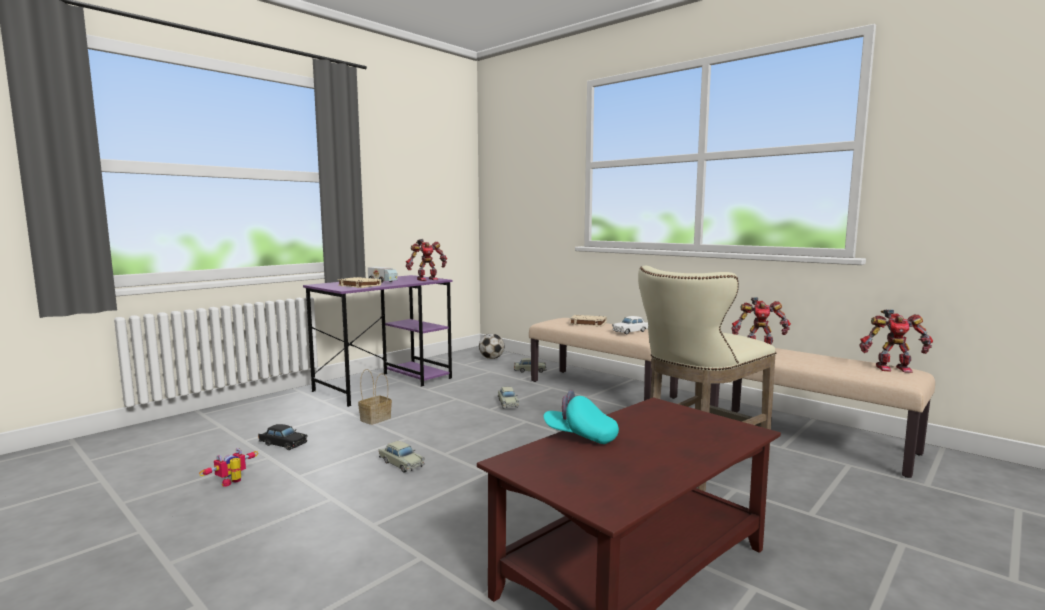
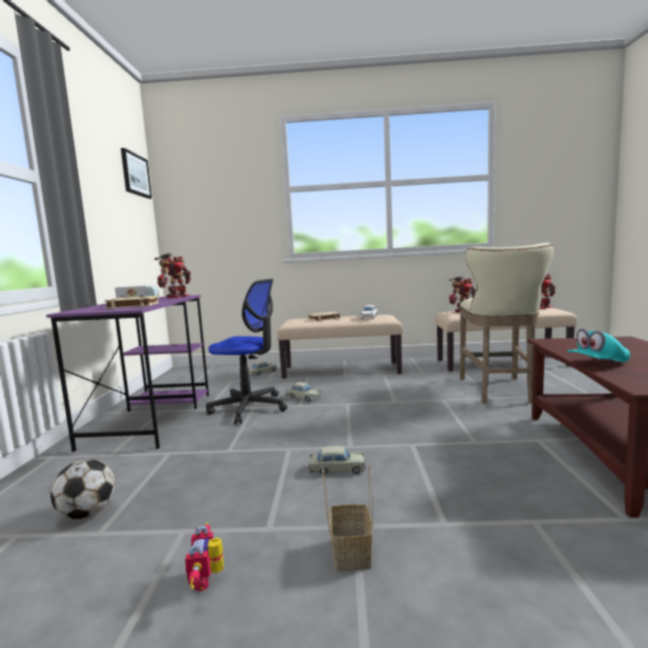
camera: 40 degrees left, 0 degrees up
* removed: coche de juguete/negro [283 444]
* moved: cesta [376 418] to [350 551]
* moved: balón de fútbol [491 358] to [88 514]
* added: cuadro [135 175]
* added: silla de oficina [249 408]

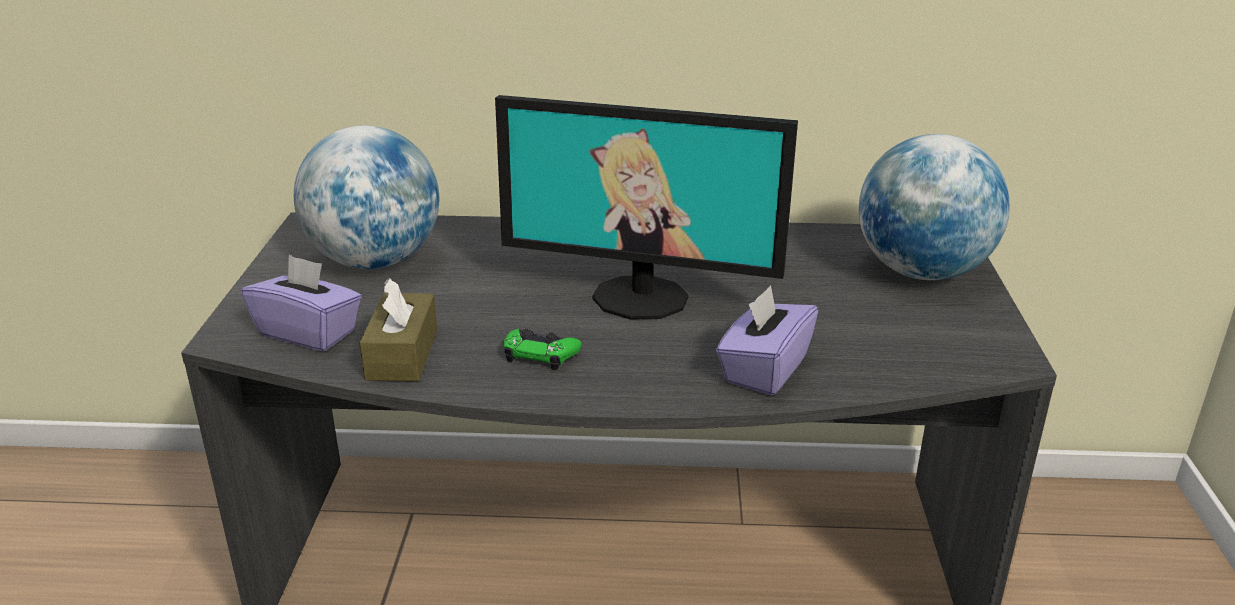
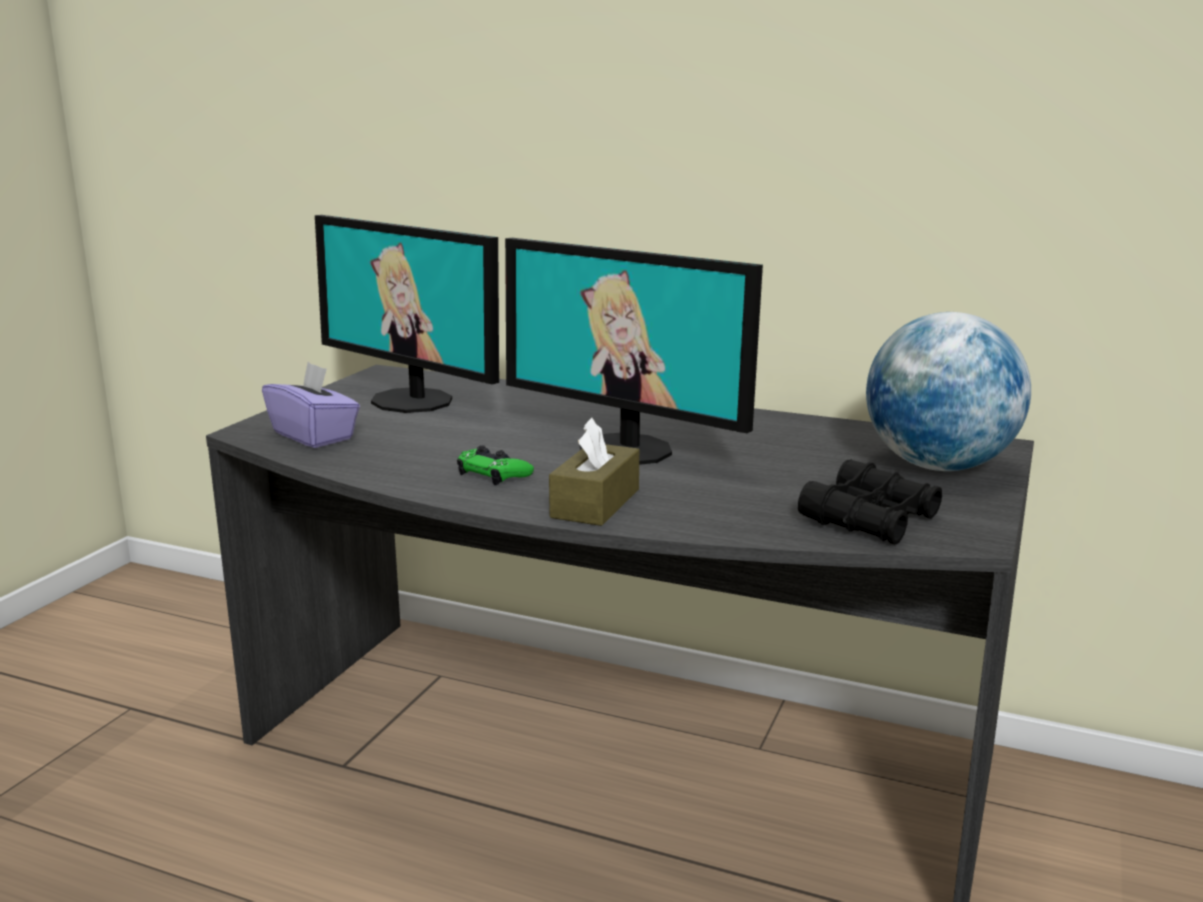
camera: 20 degrees right, 10 degrees down
* replaced: globo terráqueo [375 261] to monitor [413 400]
* moved: caja de pañuelos/marrón [402 354] to [595 503]
* removed: caja de pañuelos/morado [764 370]
* added: prismáticos/negro [870 519]

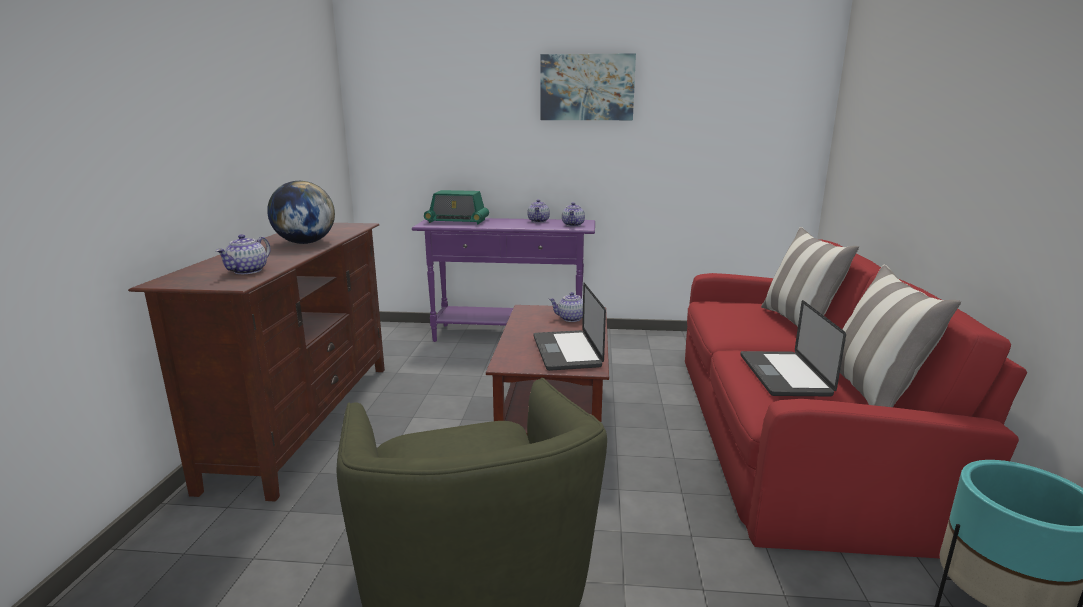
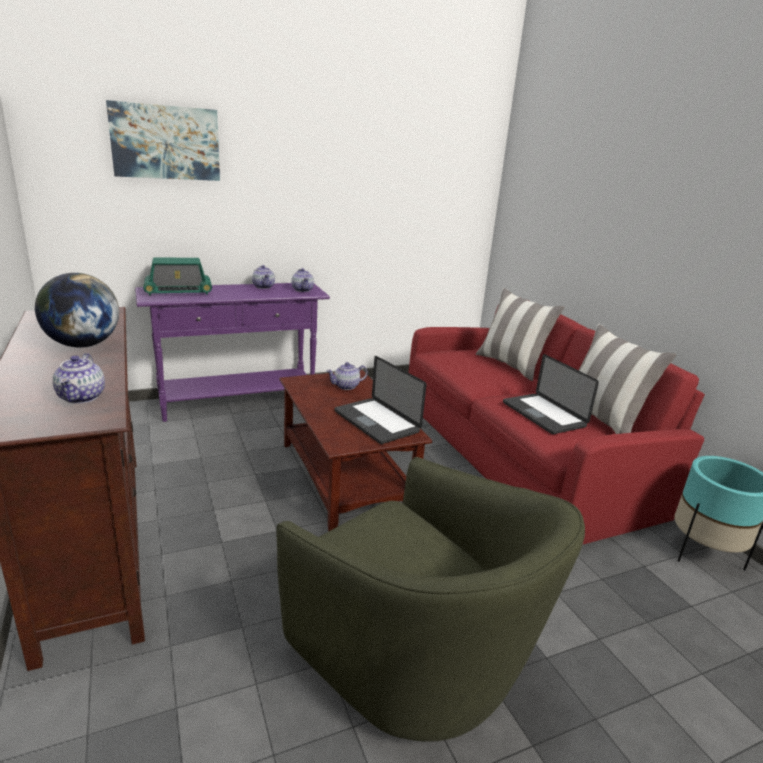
camera: 30 degrees left, 5 degrees up
* moved: cuadro [587 87] to [165 142]

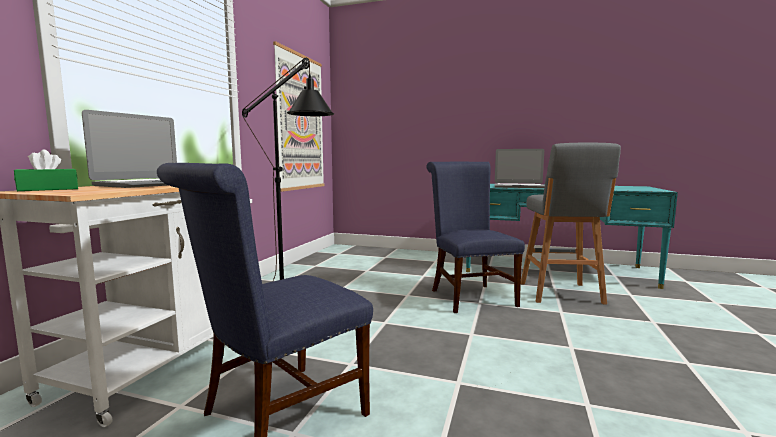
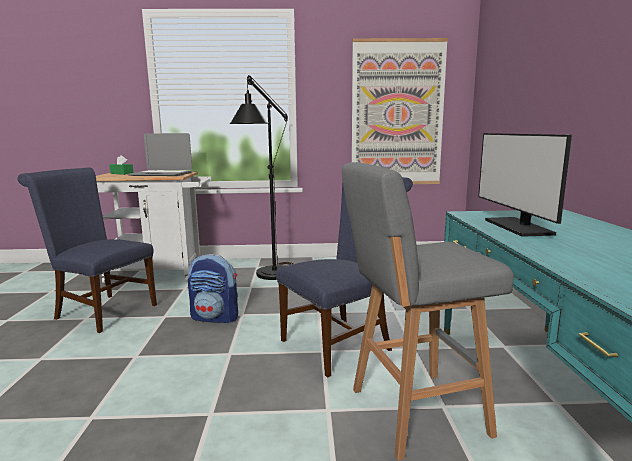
camera: 70 degrees right, 5 degrees up
* replaced: portátil [518 187] to monitor [517 227]
* added: mochila [215 317]

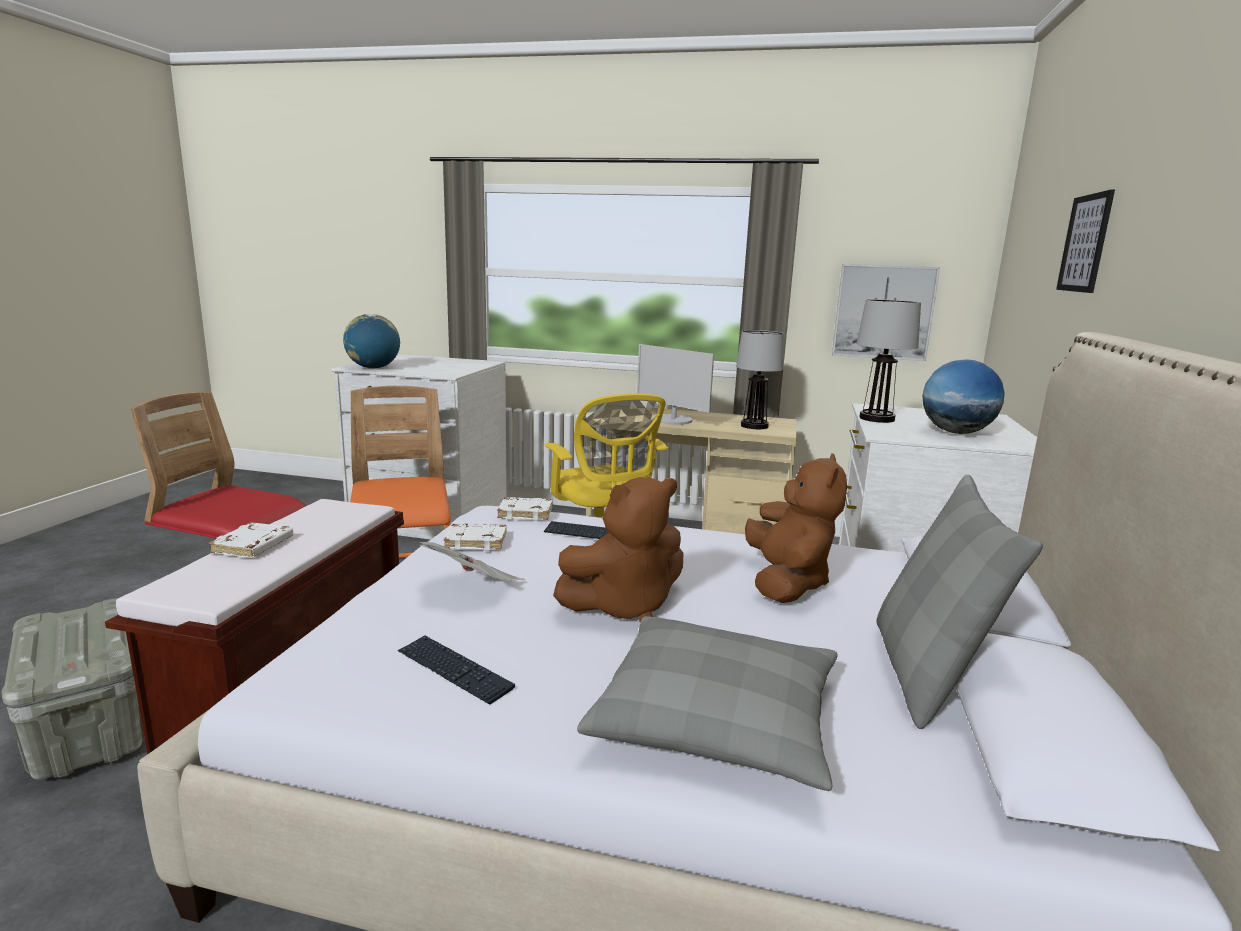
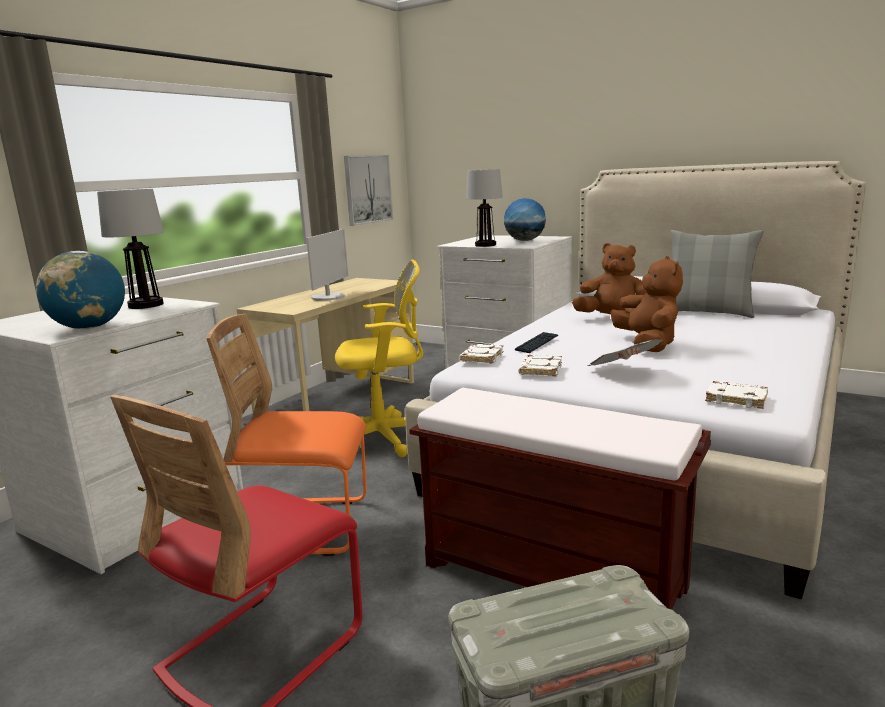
camera: 70 degrees left, 0 degrees up
* moved: libro/blanco [253 546] to [737 399]
* removed: teclado [454 670]
* removed: cojín/gris [717 718]
* turned: monitor [673 420] = [328 297] 45 degrees counterclockwise
* moved: lámpara de mesa [754 426] to [145 305]
* removed: cuadro [1085 243]

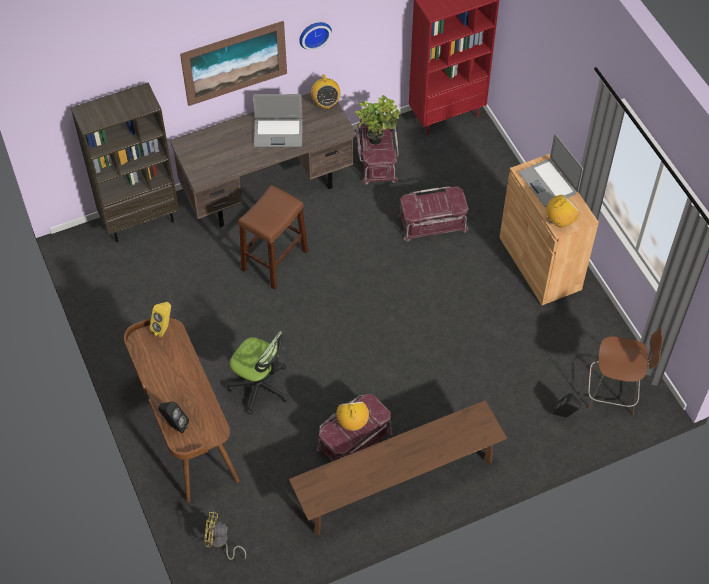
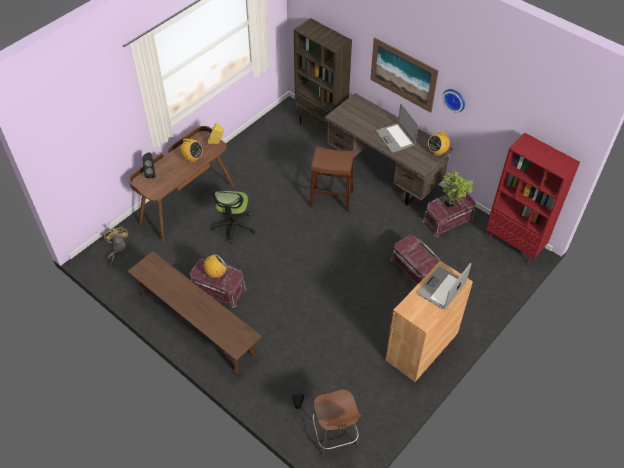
camera: 65 degrees right, 5 degrees down
* moved: radio [560 221] to [192 158]

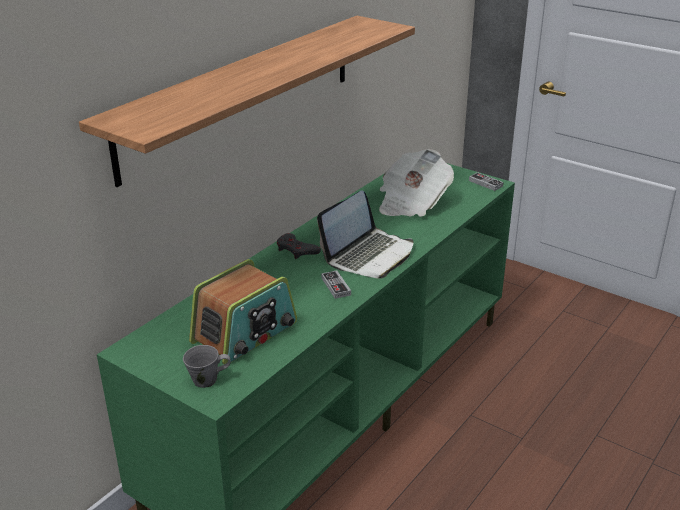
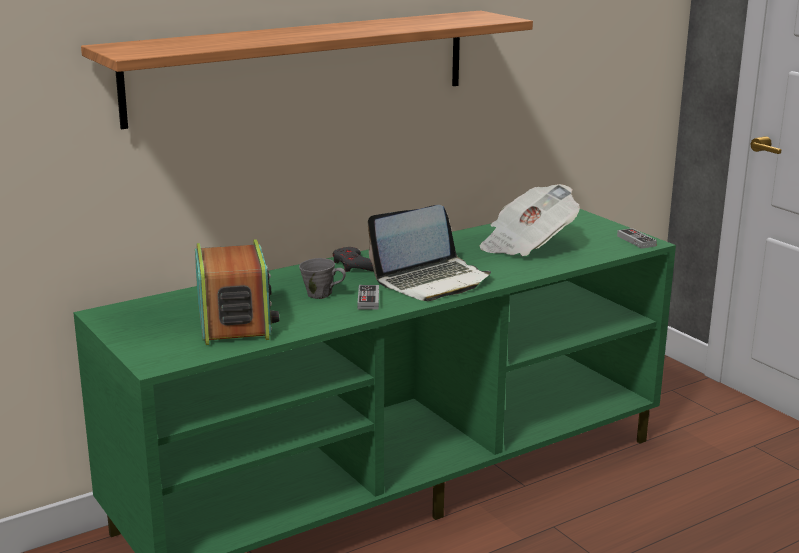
camera: 20 degrees right, 10 degrees down
* moved: taza grande/gris [207 380] to [321 294]
* turned: radio [245 333] = [234 320] 75 degrees counterclockwise

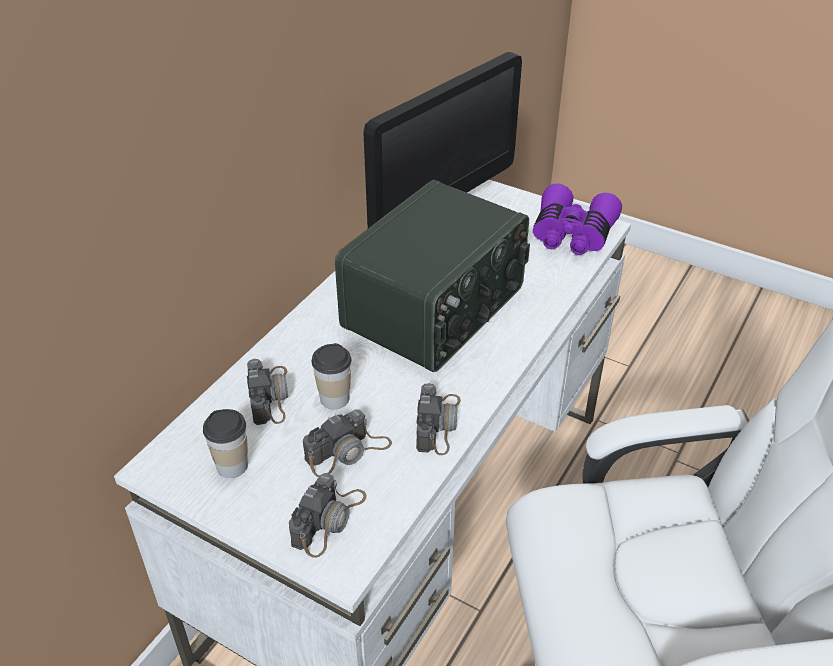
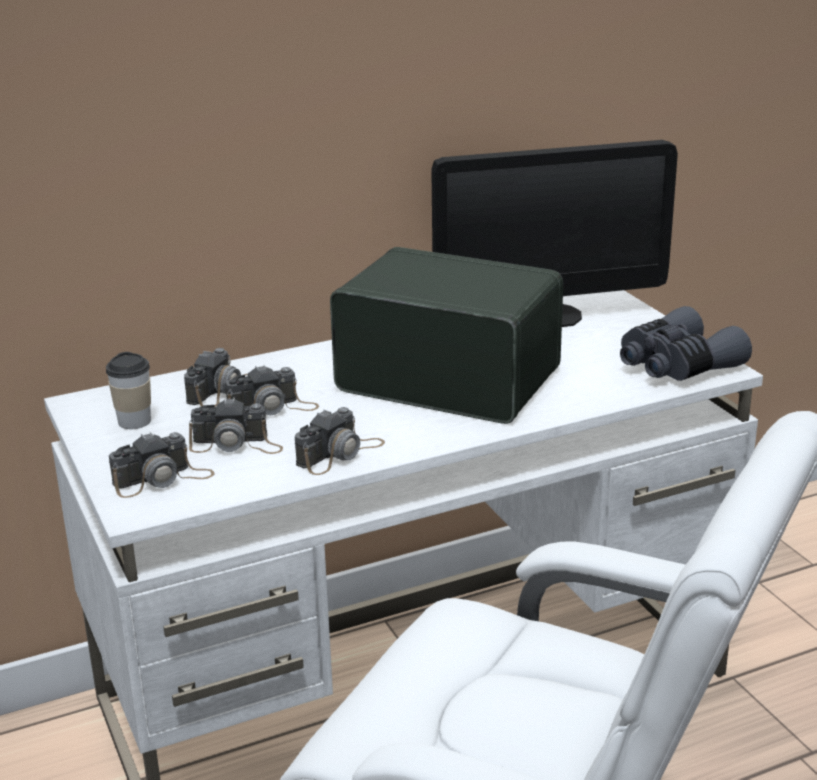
camera: 35 degrees right, 15 degrees down
* replaced: taza [334 398] to cámara [272 408]
* turned: radio [436 309] = [450 378] 135 degrees counterclockwise
* recoloured: prismáticos/morado [572 235] to prismáticos/gris [676 365]

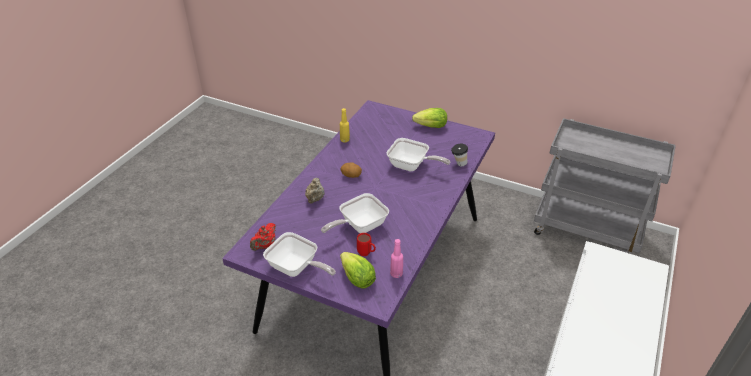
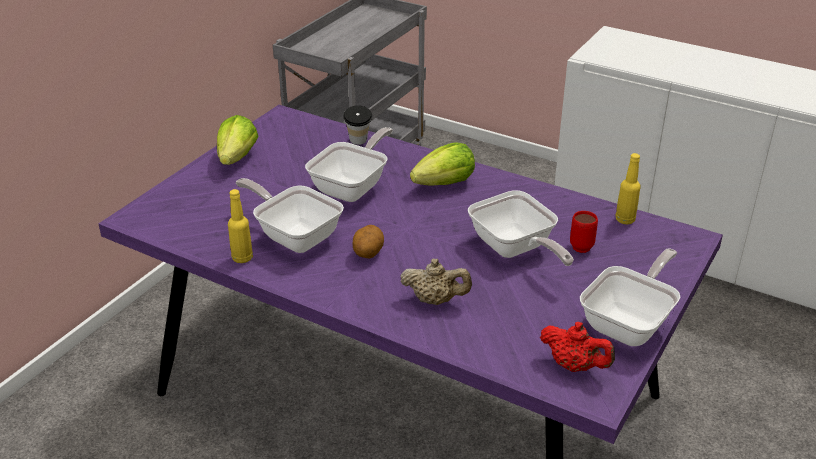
camera: 85 degrees left, 5 degrees down
* moved: lechuga [357 279] to [445 184]
* recoloured: botella/rosa [396 274] to botella/amarillo [625 220]
* added: sartén [294 235]

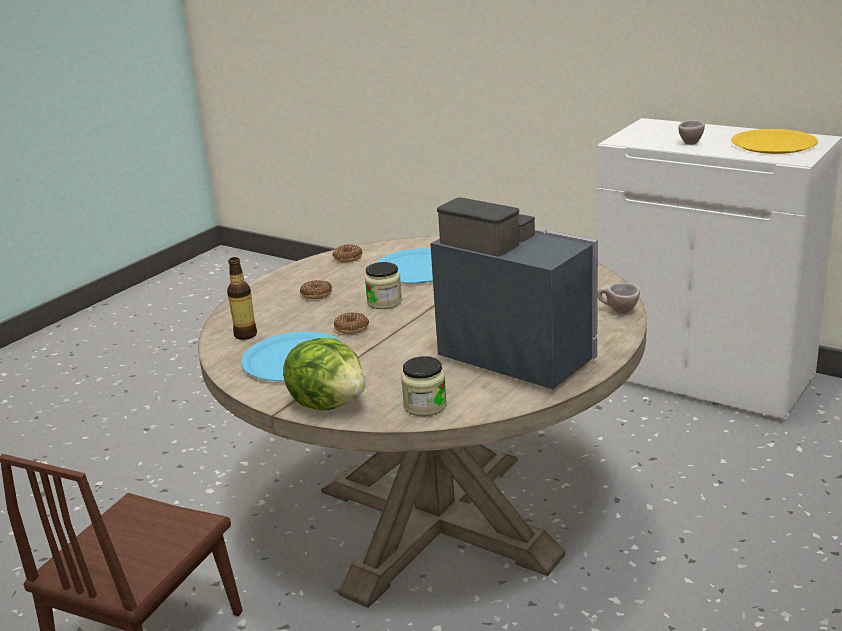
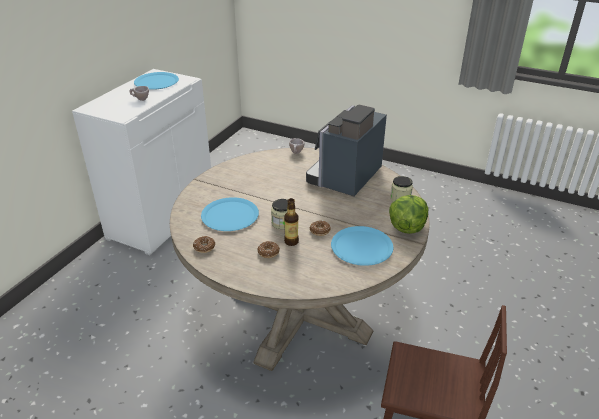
camera: 100 degrees left, 10 degrees up
* moved: botella [245 335] to [291 241]
* recoloured: plato/amarillo [773 143] to plato/azul [156 82]

